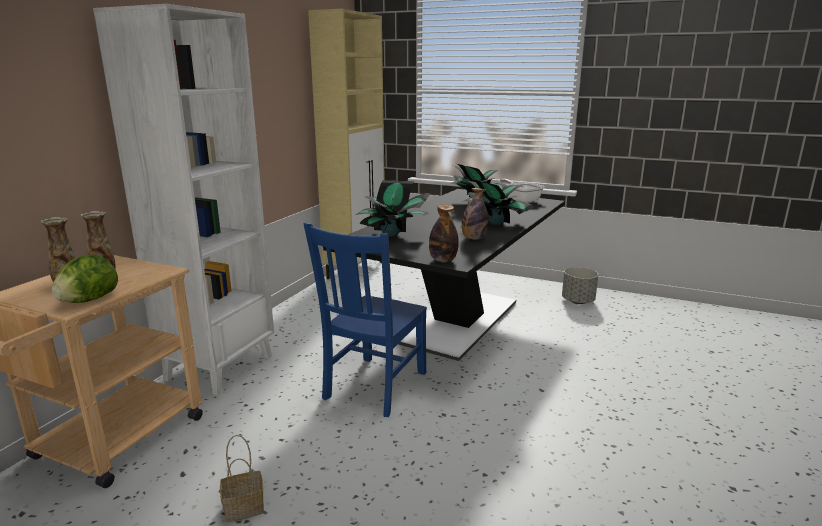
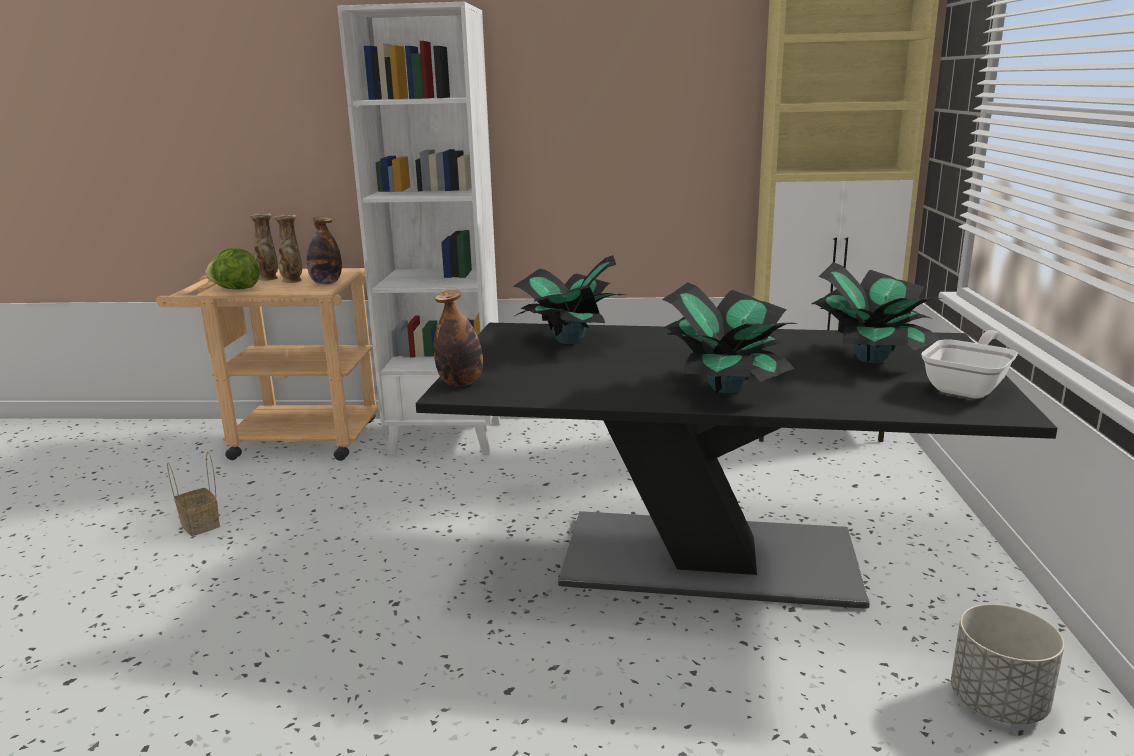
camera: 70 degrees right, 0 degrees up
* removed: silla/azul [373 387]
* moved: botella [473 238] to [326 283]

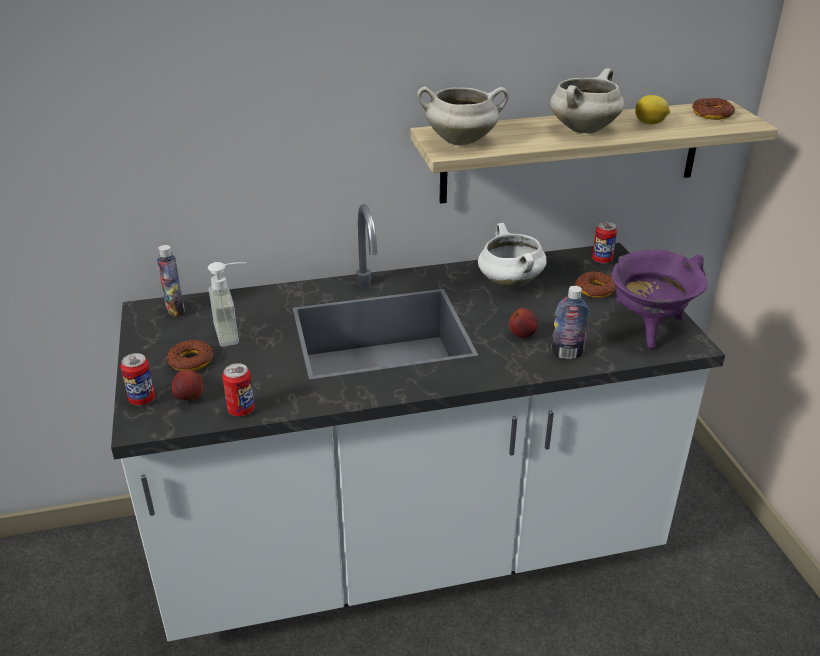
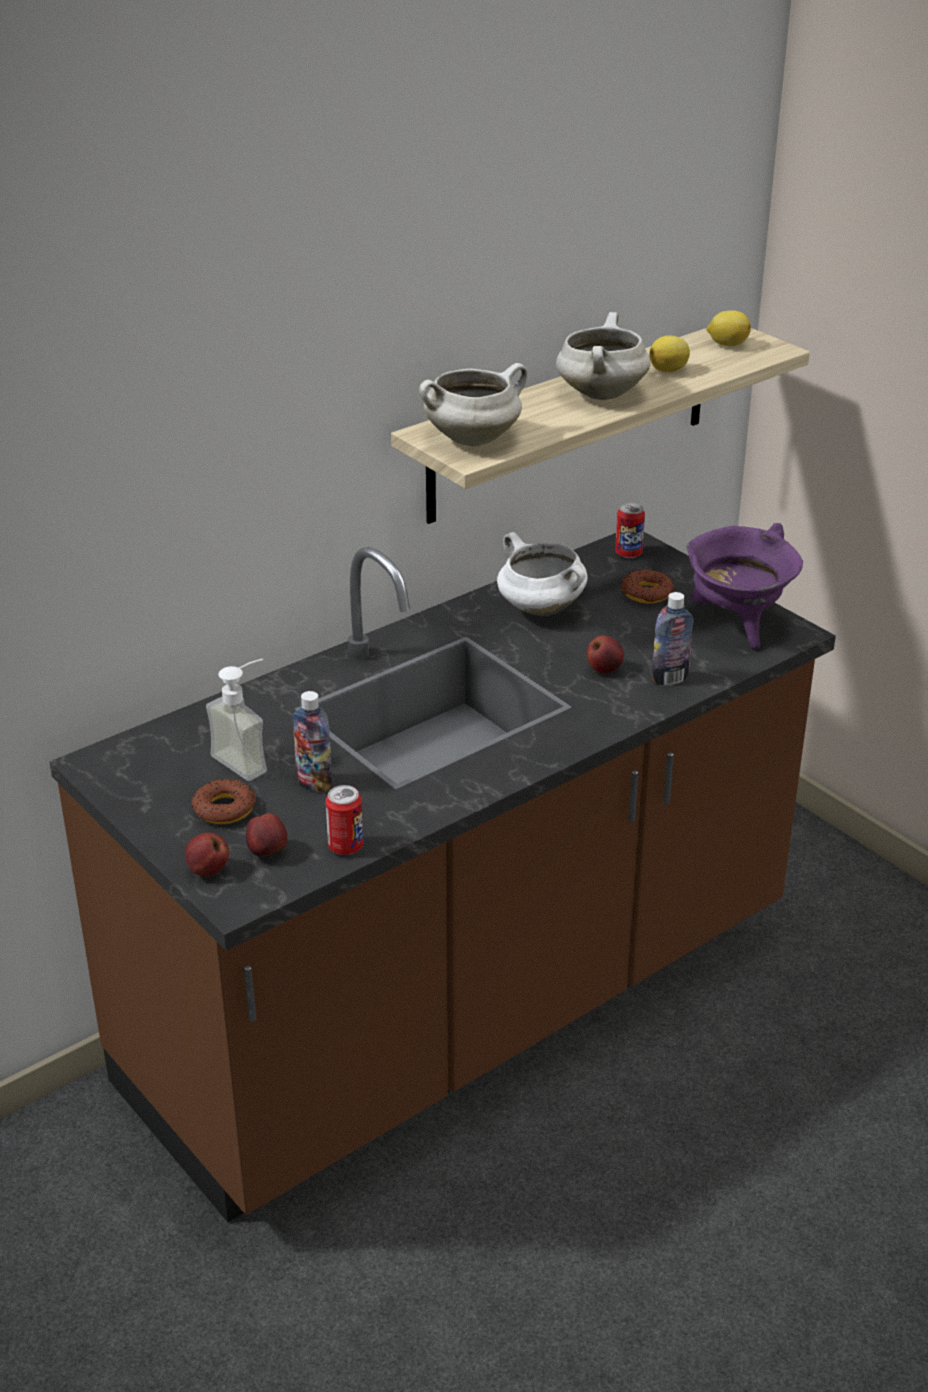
camera: 25 degrees left, 0 degrees up
* recoloured: mueble bajo de cocina/blanco [410 545] to mueble bajo de cocina/marrón [464 1006]
* replaced: lata [142 399] to manzana [207 871]
* moved: botella [175 310] to [314 783]
* replaced: rosquilla [712 114] to limón [727 344]

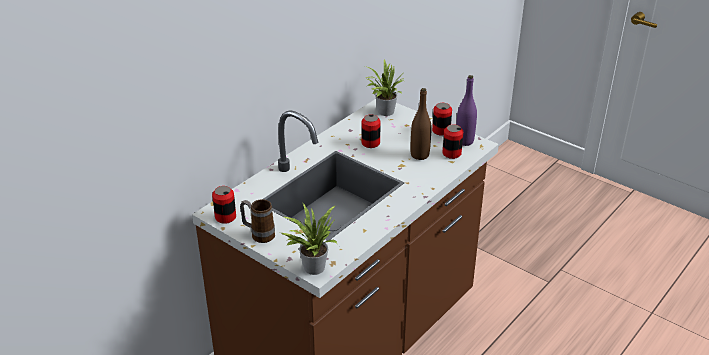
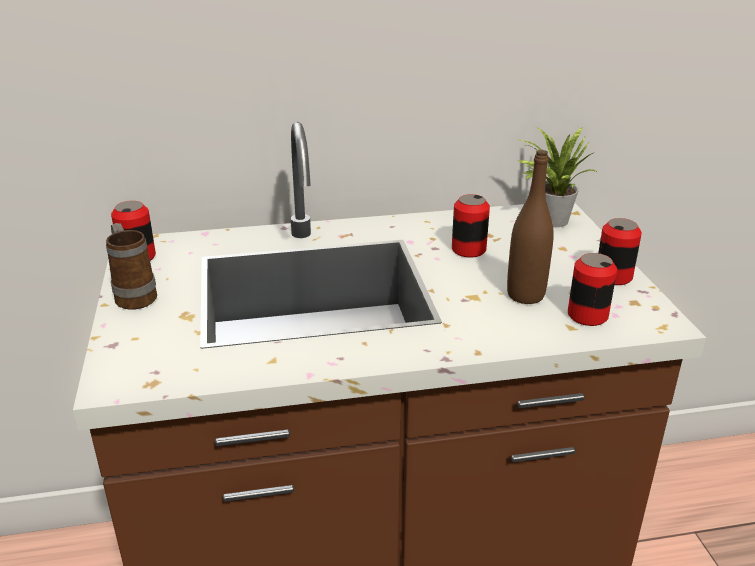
camera: 40 degrees right, 5 degrees down
* removed: planta en maceta [312 266]
* removed: botella/morado [464 141]

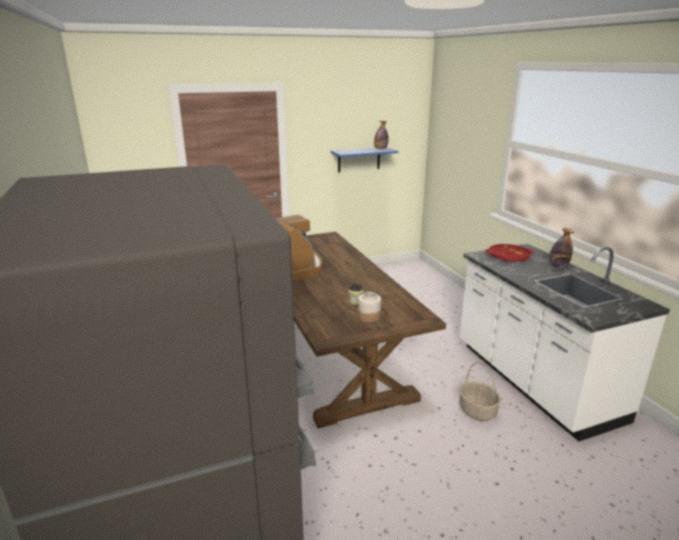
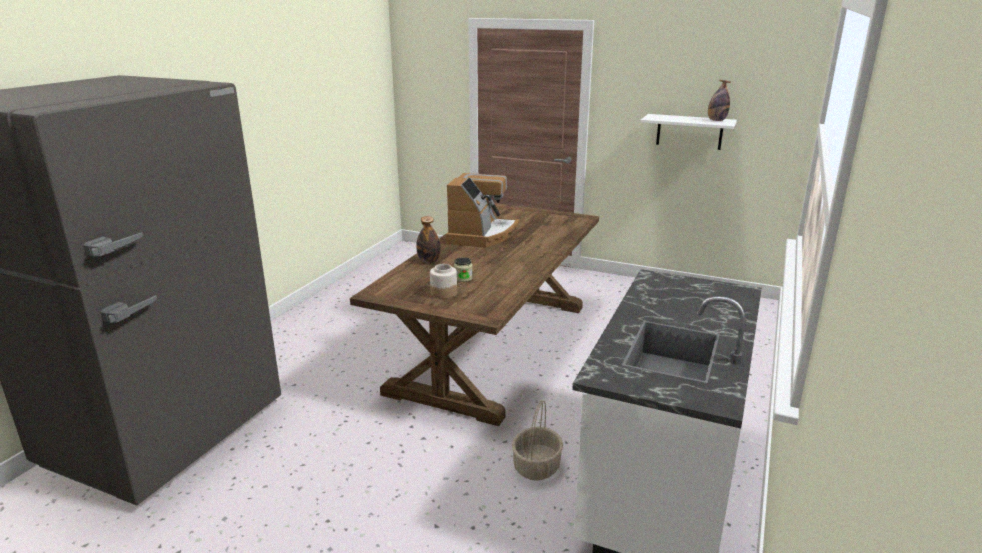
camera: 45 degrees right, 0 degrees up
* recoloured: estante/azul [359 159] to estante/blanco [689 131]
* removed: bandeja/rojo [508 256]
* moved: botella [558 266] to [429 261]

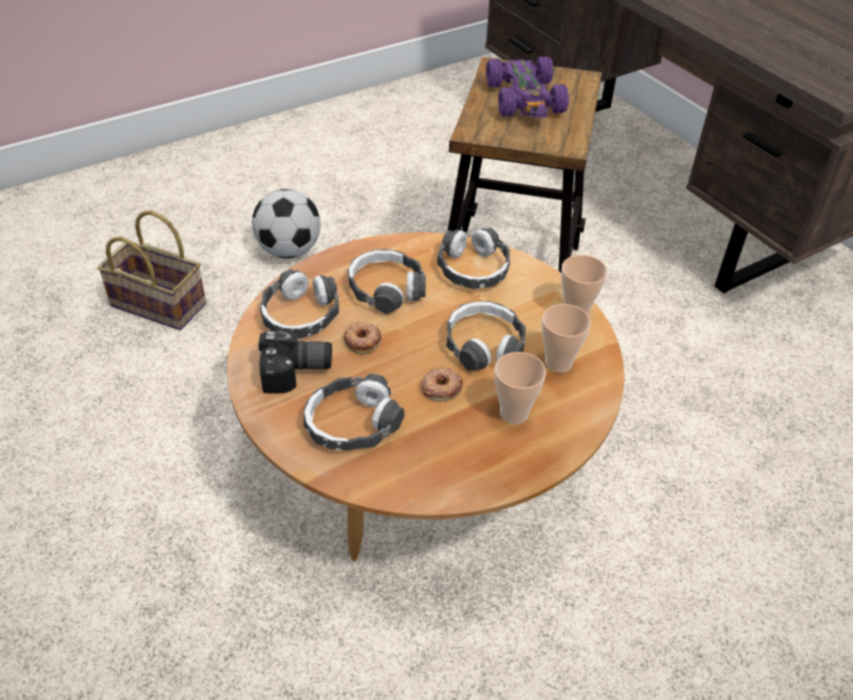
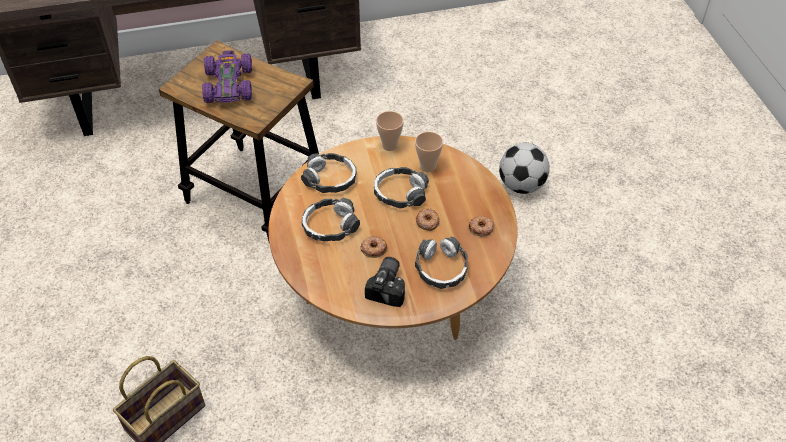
camera: 70 degrees left, 5 degrees up
* moved: balón de fútbol [289 250] to [521 185]
* removed: auriculares [300 315]
* turned: coche de juguete/morado [525 99] = [228 84] 105 degrees counterclockwise
* removed: taza [514 413]
* added: rosquilla [481 228]

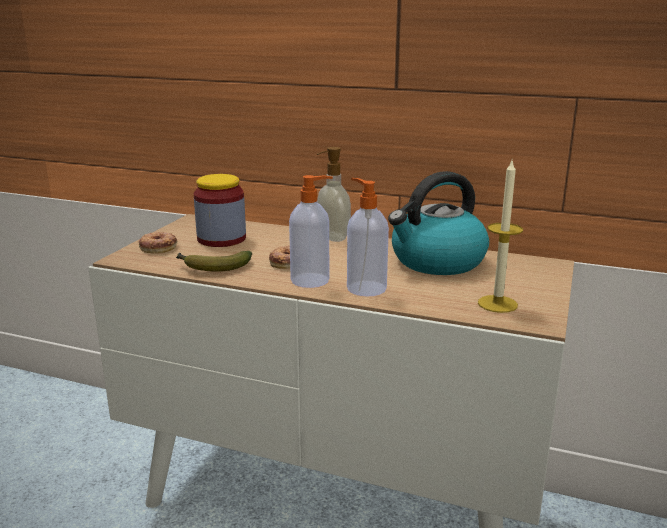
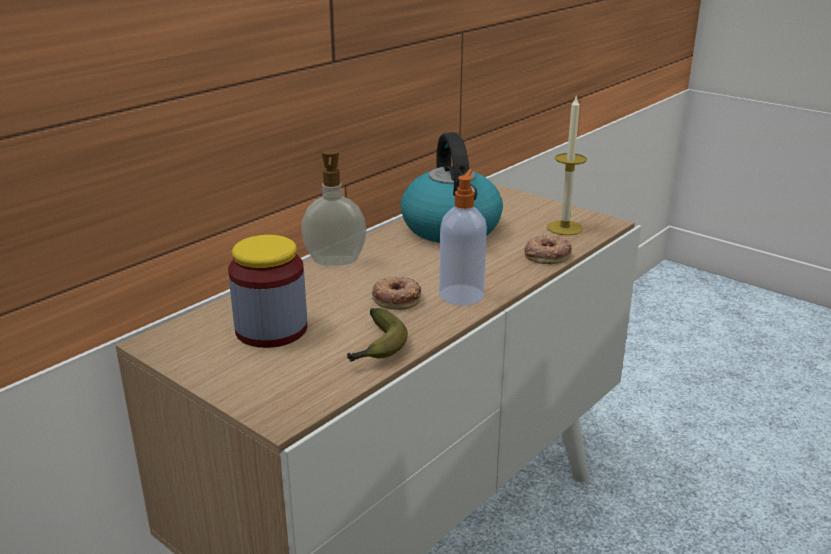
camera: 70 degrees left, 5 degrees up
* moved: rosquilla [158 247] to [547 255]
* removed: dispensador de jabón [365 288]

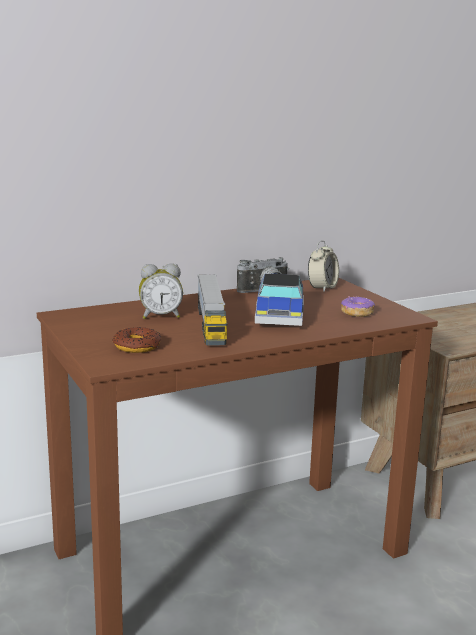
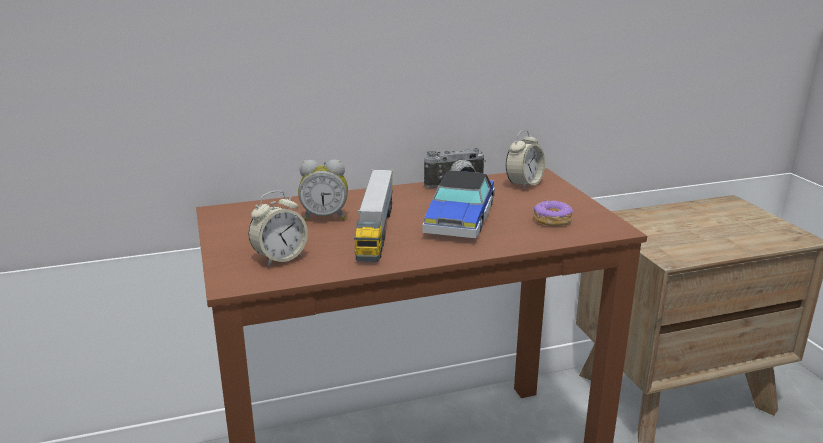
camera: 10 degrees right, 5 degrees up
* replaced: rosquilla [137 346] to despertador [280 258]

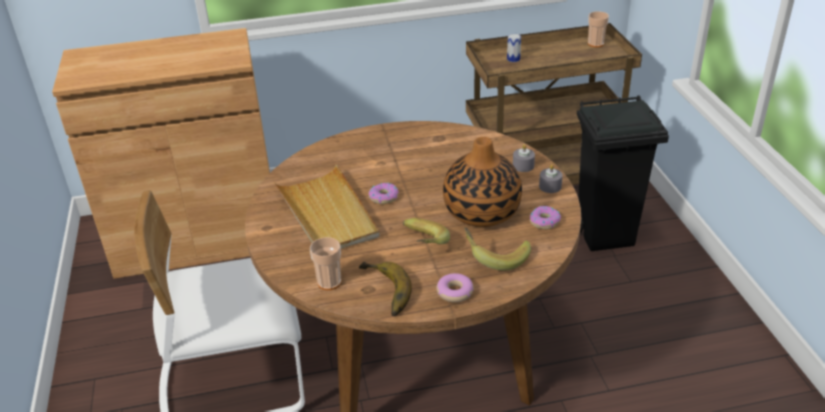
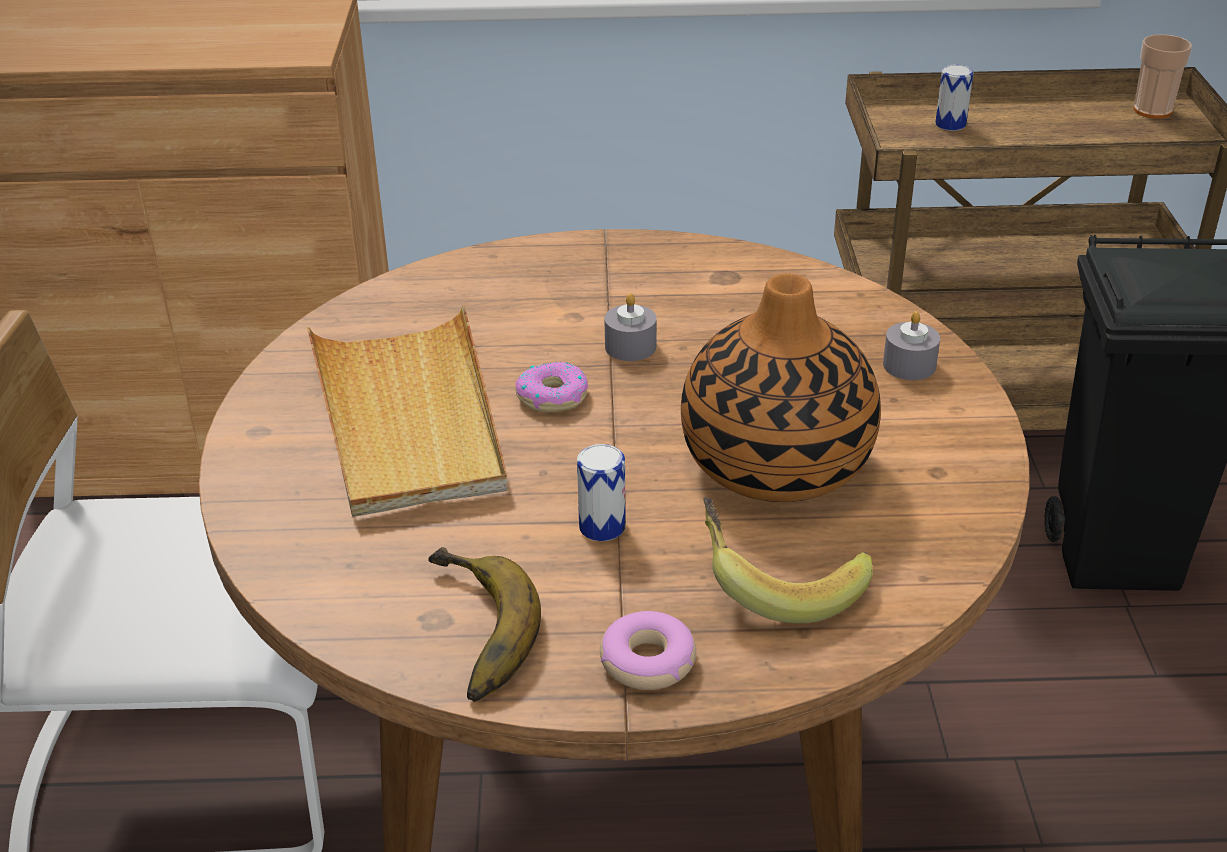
camera: 10 degrees right, 0 degrees up
* removed: taza [329 282]
* replaced: plátano [421 245] to lata [602 526]
* removed: rosquilla [544 221]
* moved: vela/gris [550 186] to [630 346]

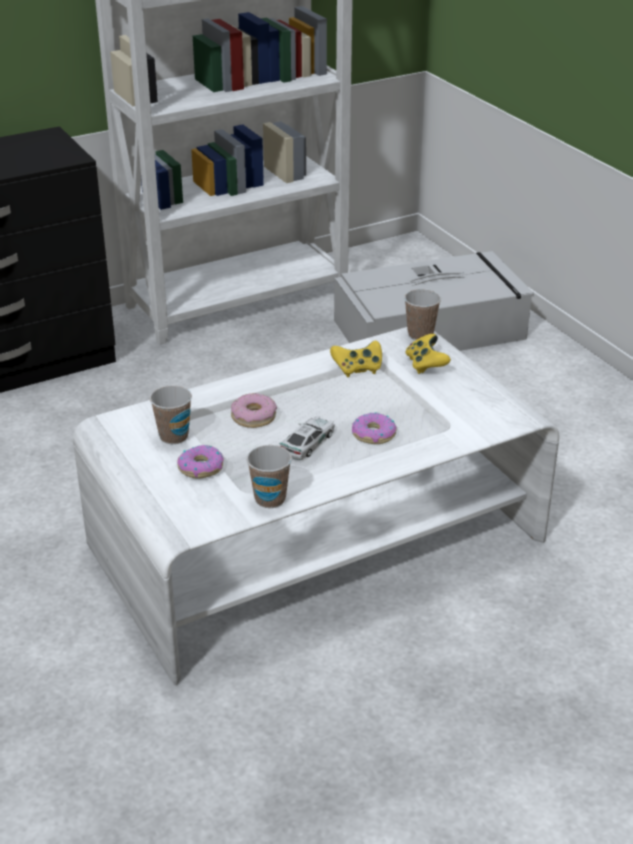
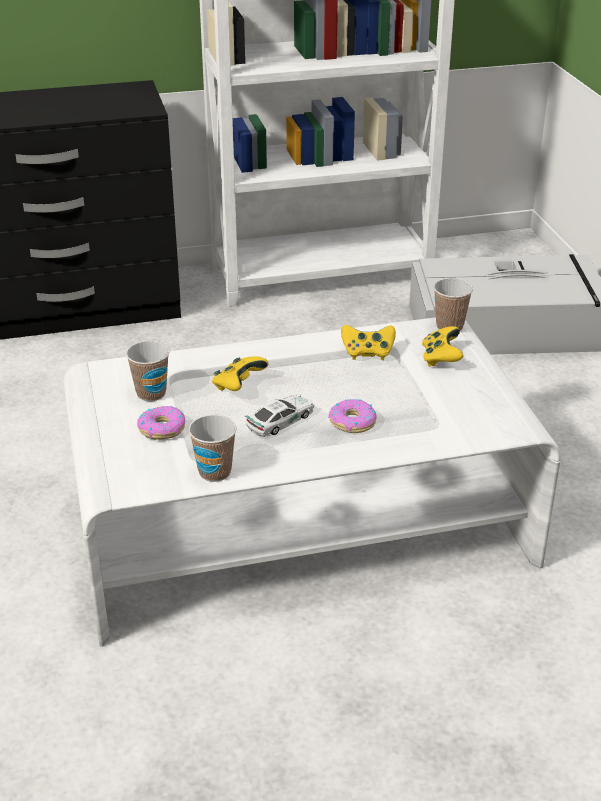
camera: 15 degrees right, 0 degrees up
* replaced: rosquilla [253 417] to mando de consola/amarillo [238 386]

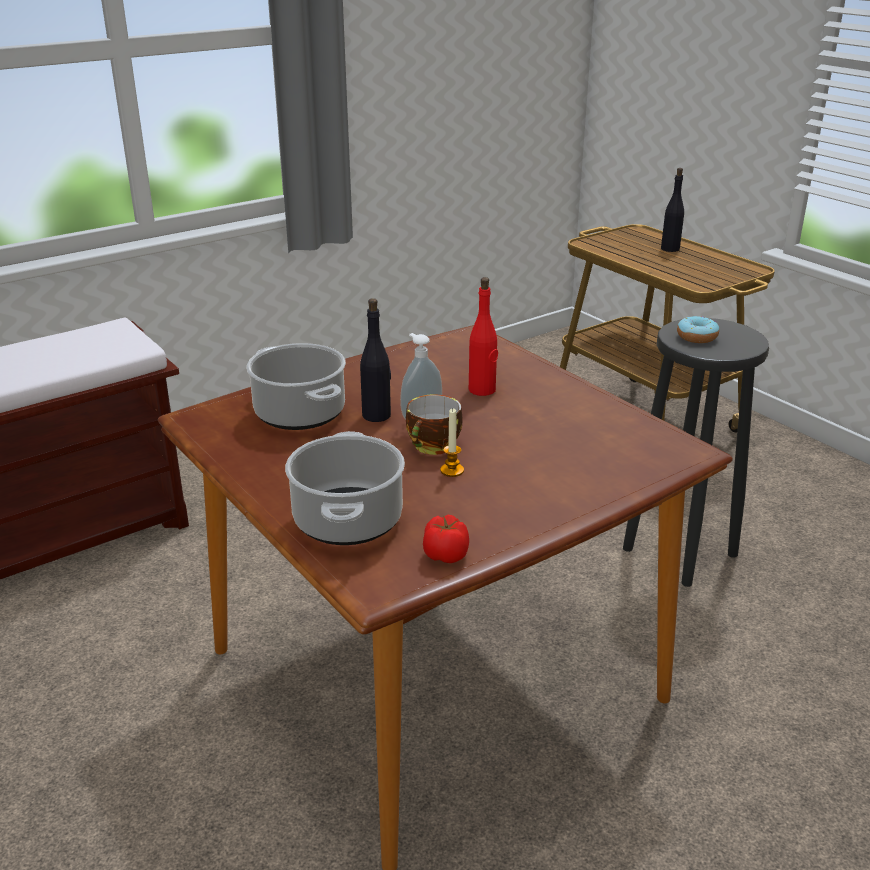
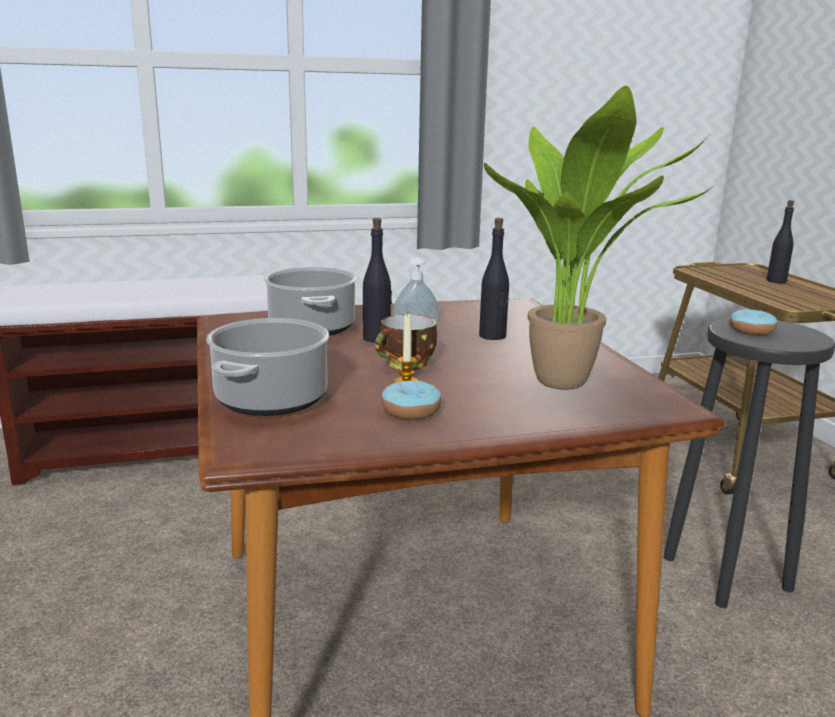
camera: 20 degrees right, 10 degrees down
* removed: tomate [446 554]
* recoloured: botella/rojo [482 390] to botella/negro [492 336]
* added: rosquilla [410 411]
* added: planta en maceta [570 383]

